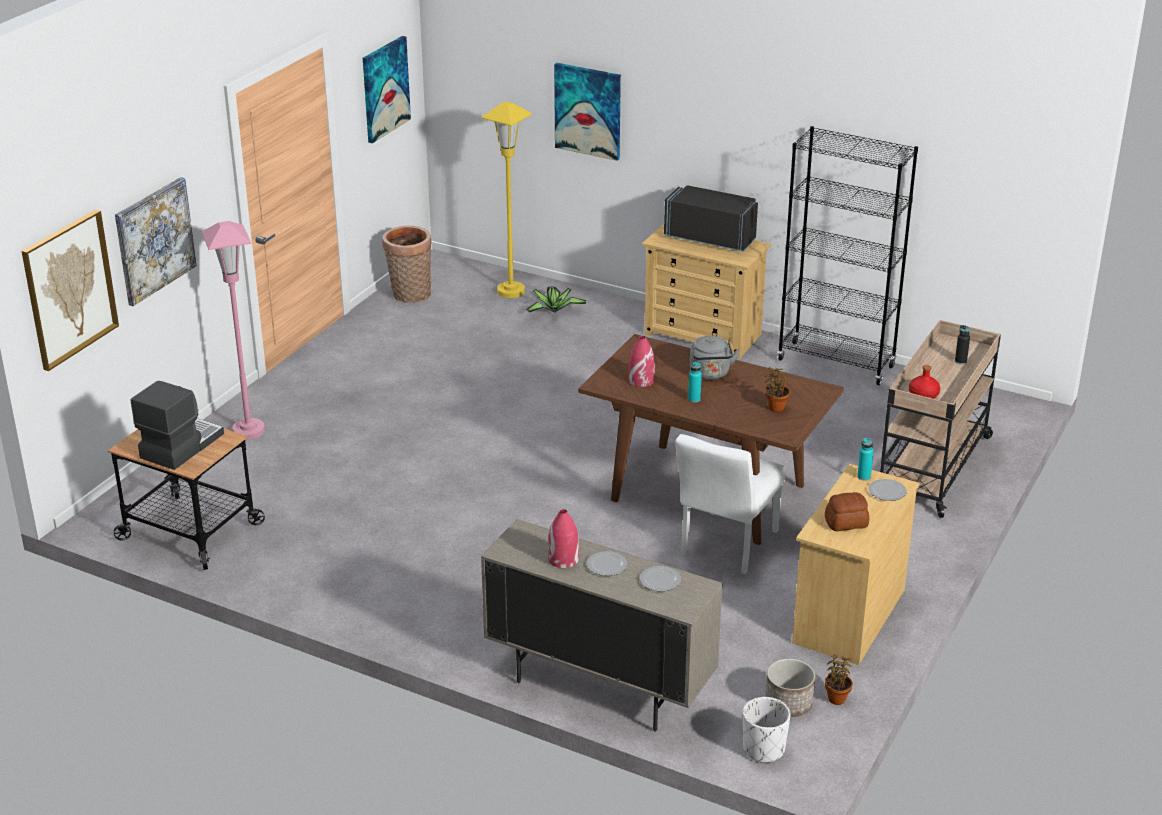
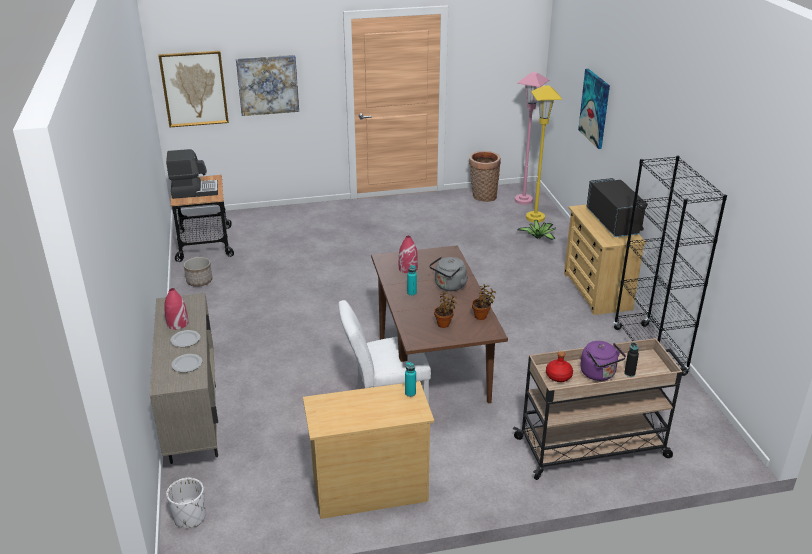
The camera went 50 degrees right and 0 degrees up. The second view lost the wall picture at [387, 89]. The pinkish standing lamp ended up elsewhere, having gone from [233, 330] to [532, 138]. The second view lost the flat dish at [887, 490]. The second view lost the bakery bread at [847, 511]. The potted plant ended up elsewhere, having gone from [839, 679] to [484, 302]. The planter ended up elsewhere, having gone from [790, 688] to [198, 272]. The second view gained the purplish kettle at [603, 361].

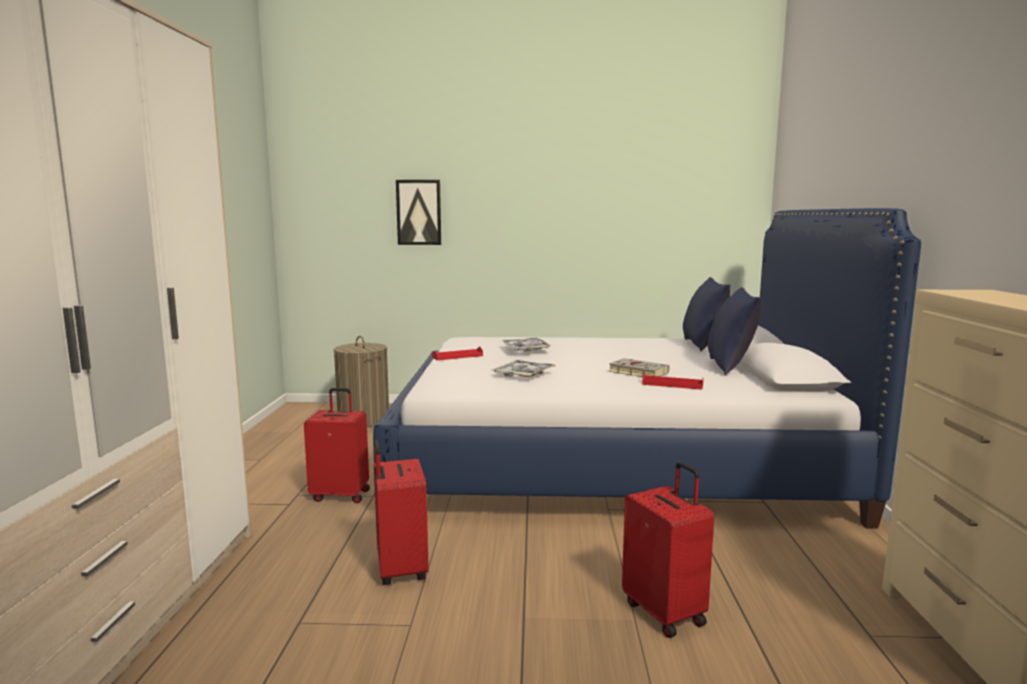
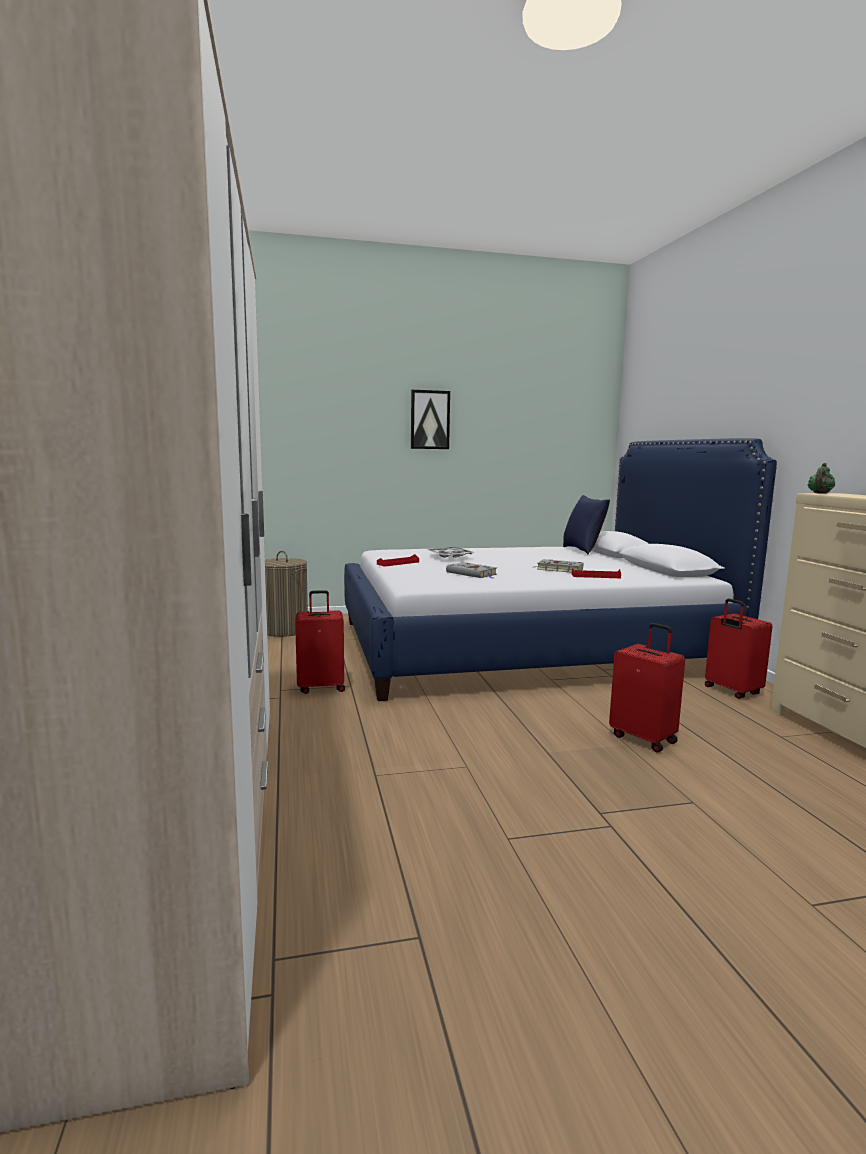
The camera went 15 degrees left and 0 degrees up. The wall picture ended up elsewhere, having gone from [418, 212] to [430, 419]. The second view lost the blue throw pillow at [735, 331]. Where the serving tray stood at [523, 368], the greyish volume came to stand at [471, 570]. The reddish suitcase ended up elsewhere, having gone from [401, 512] to [739, 648]. The second view gained the greenish pot for tea at [821, 478].

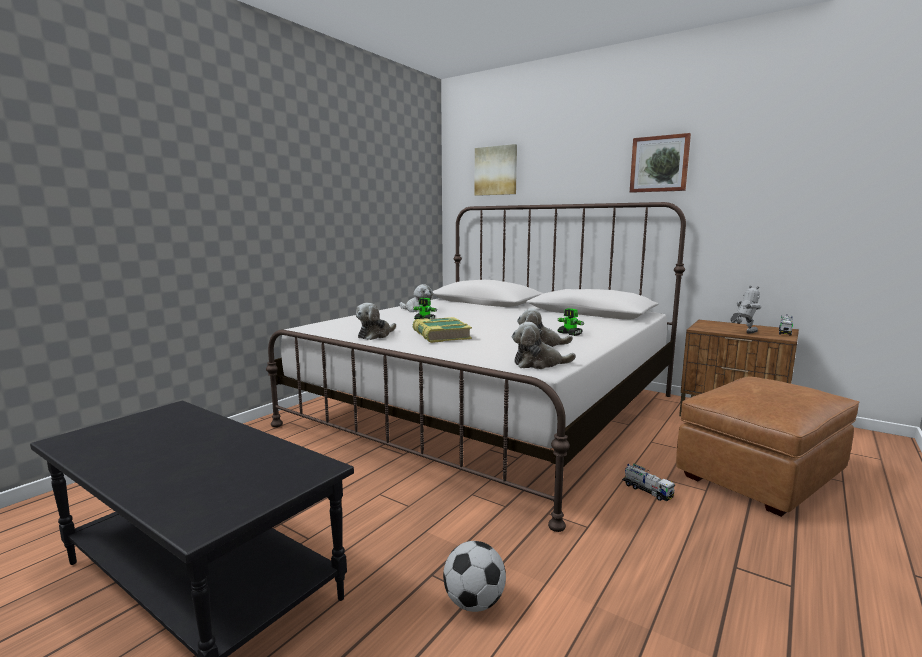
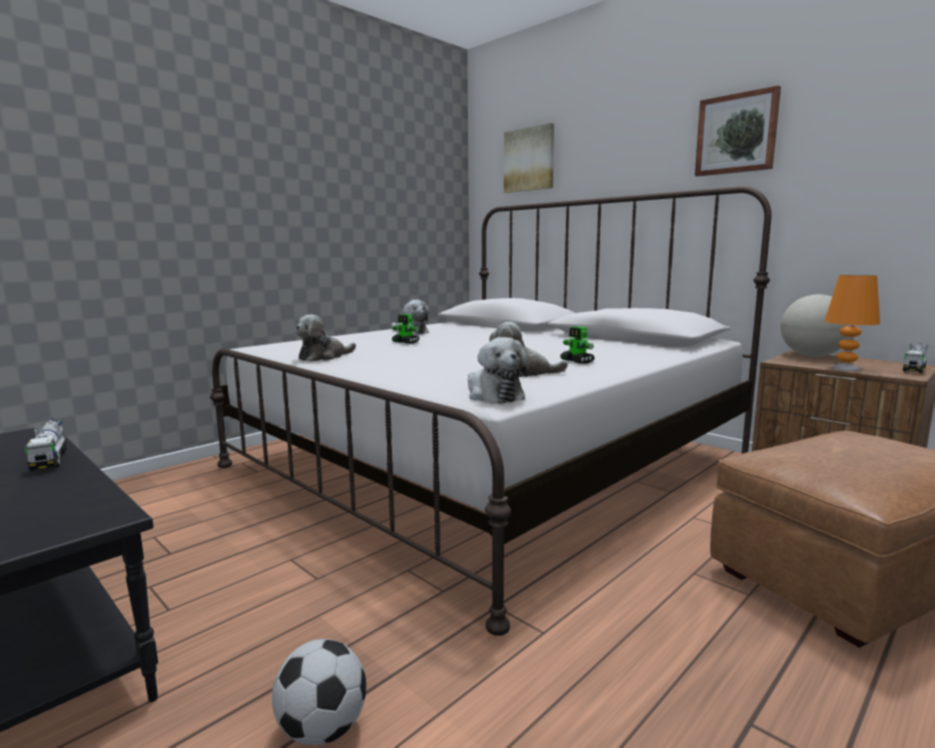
The camera went 10 degrees right and 0 degrees up. Where the robot figure stood at [745, 309], the orange lamp for a table came to stand at [852, 323]. The second view lost the volume at [442, 330]. The soft toy at [544, 345] ended up facing another way, 120 degrees counterclockwise from before. The toy lorry ended up elsewhere, having gone from [648, 482] to [46, 445]. The second view gained the desk globe at [813, 325].

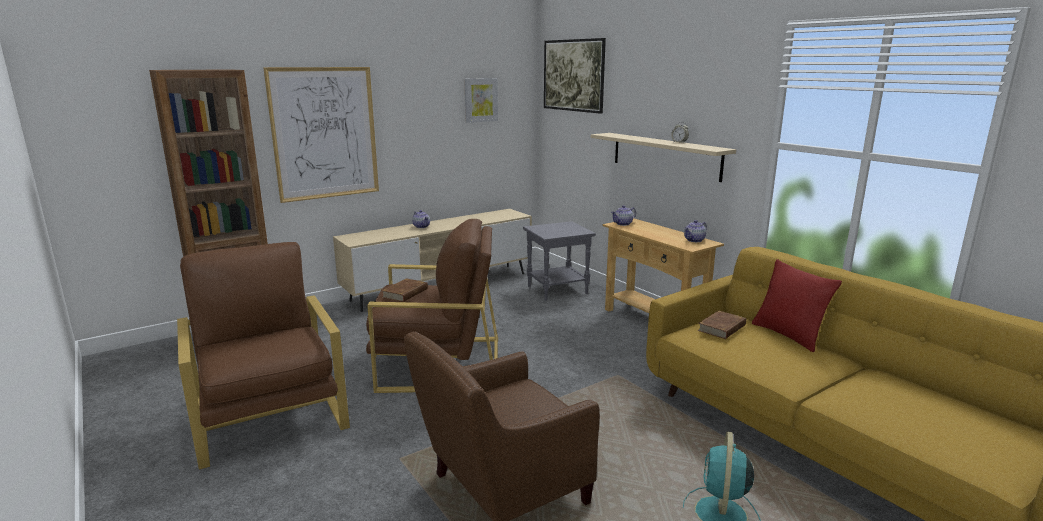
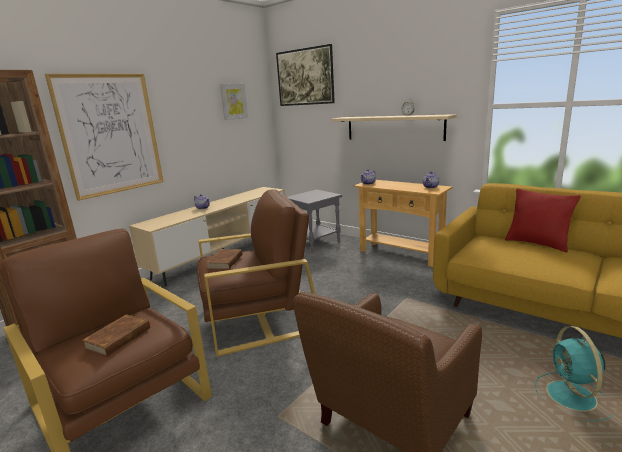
The camera went 15 degrees left and 0 degrees up. The brownish volume ended up elsewhere, having gone from [722, 325] to [116, 335].

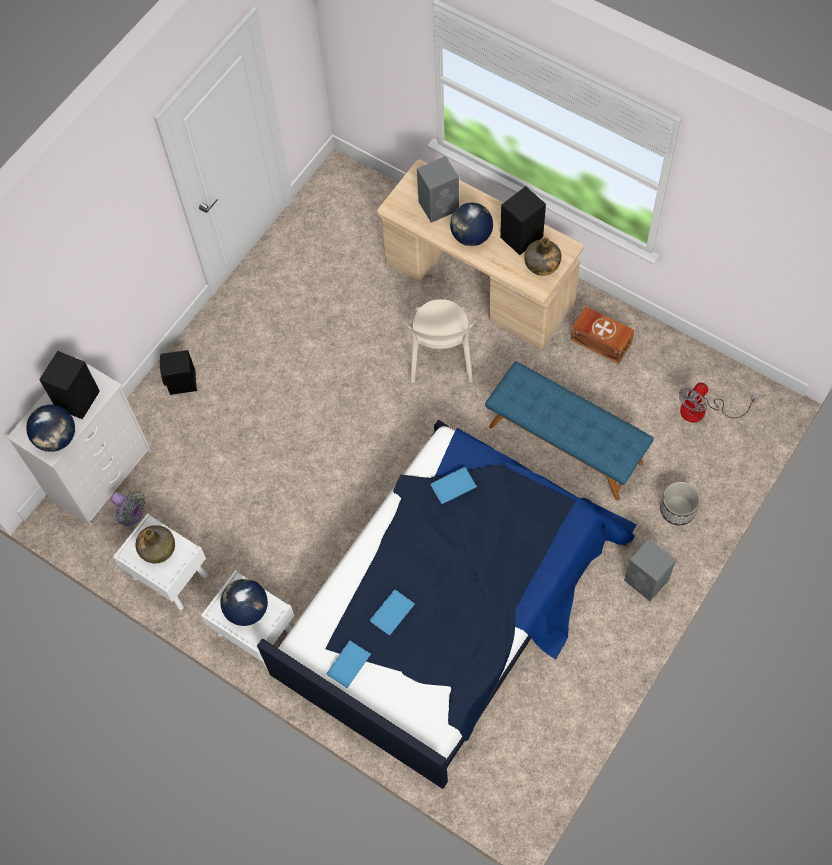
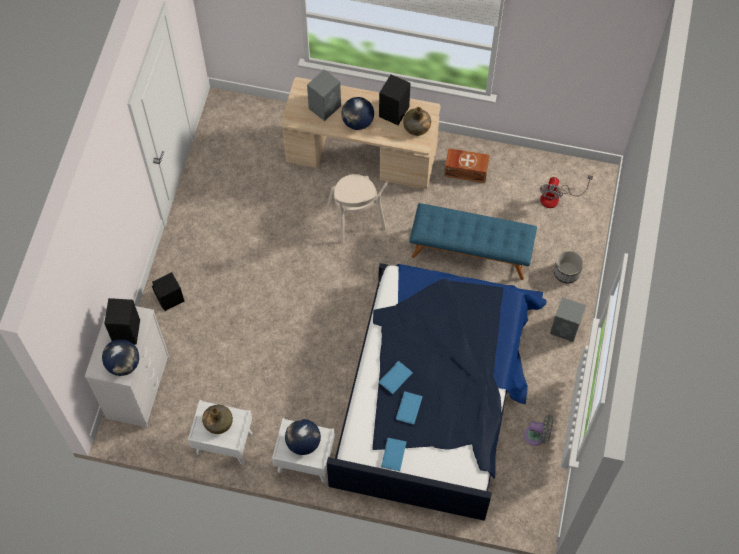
The camera went 25 degrees left and 0 degrees up. The blue volume ended up elsewhere, having gone from [454, 485] to [396, 377]. The greyish electric fan ended up elsewhere, having gone from [128, 508] to [538, 430].

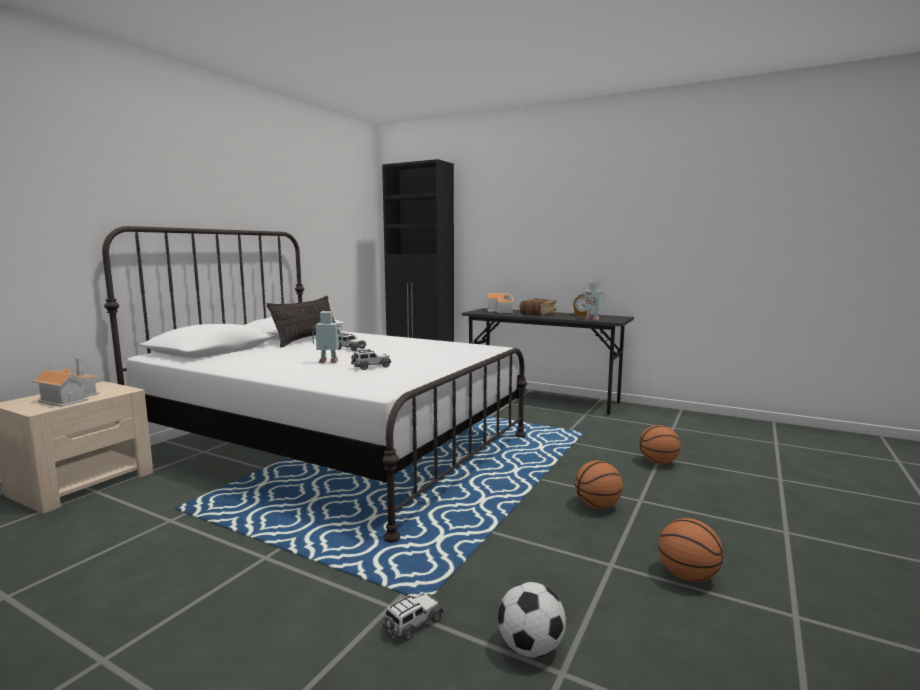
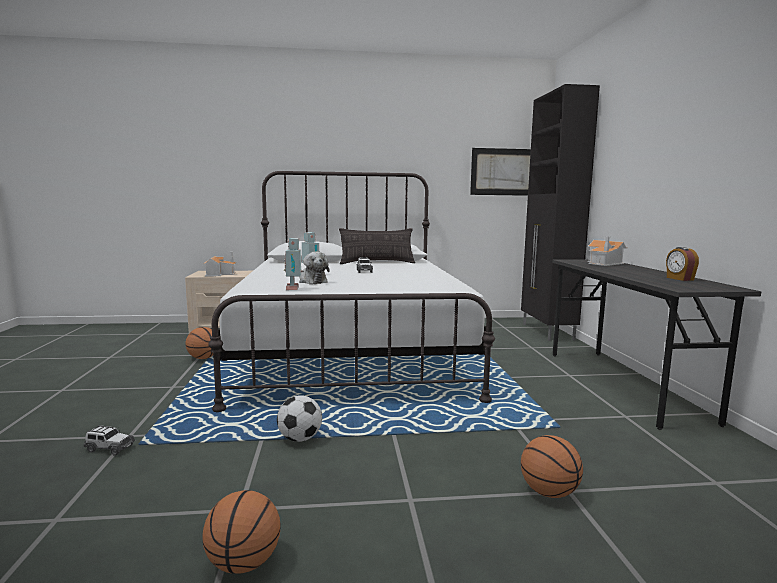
The camera went 55 degrees right and 0 degrees up. The robot figure ended up elsewhere, having gone from [593, 301] to [294, 264]. The second view lost the volume at [538, 307]. Where the model car stood at [371, 359], the soft toy came to stand at [314, 268]. The basketball ball ended up elsewhere, having gone from [599, 484] to [199, 343]. The football ended up elsewhere, having gone from [532, 620] to [299, 418]. The second view gained the wall picture at [500, 172].

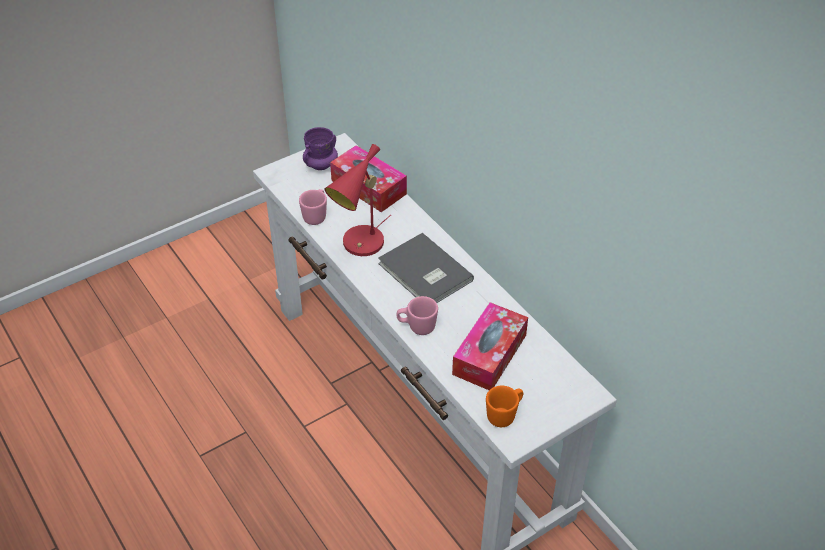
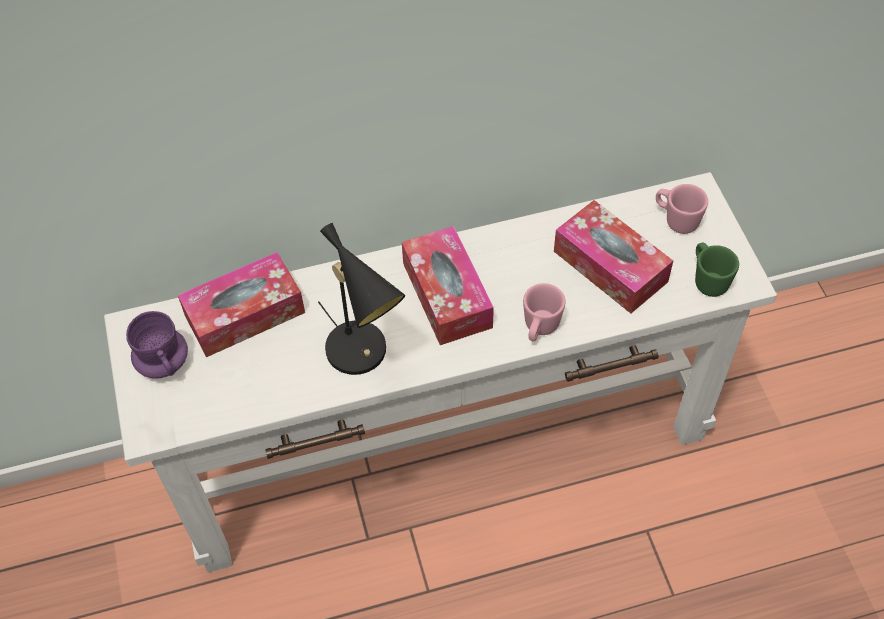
The camera went 70 degrees left and 10 degrees up. What was the reddish lamp for a table at [358, 200] turned into the black lamp for a table at [361, 299]. The pinkish coffee mug ended up elsewhere, having gone from [313, 207] to [682, 209]. Where the greyish volume stood at [426, 268], the box of tissues came to stand at [448, 285]. What was the orange coffee mug at [504, 406] turned into the greenish coffee mug at [717, 270].

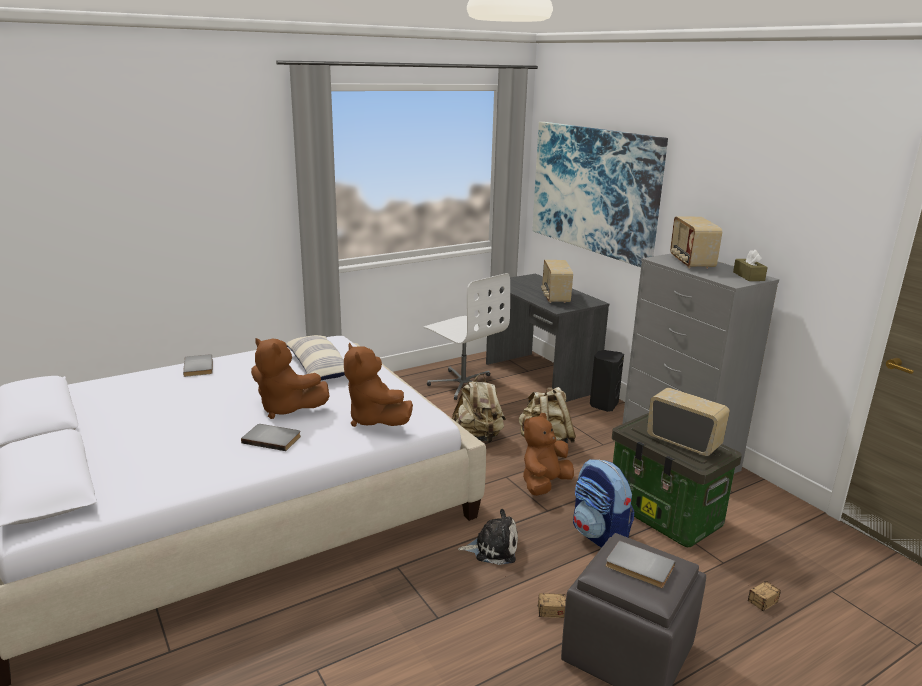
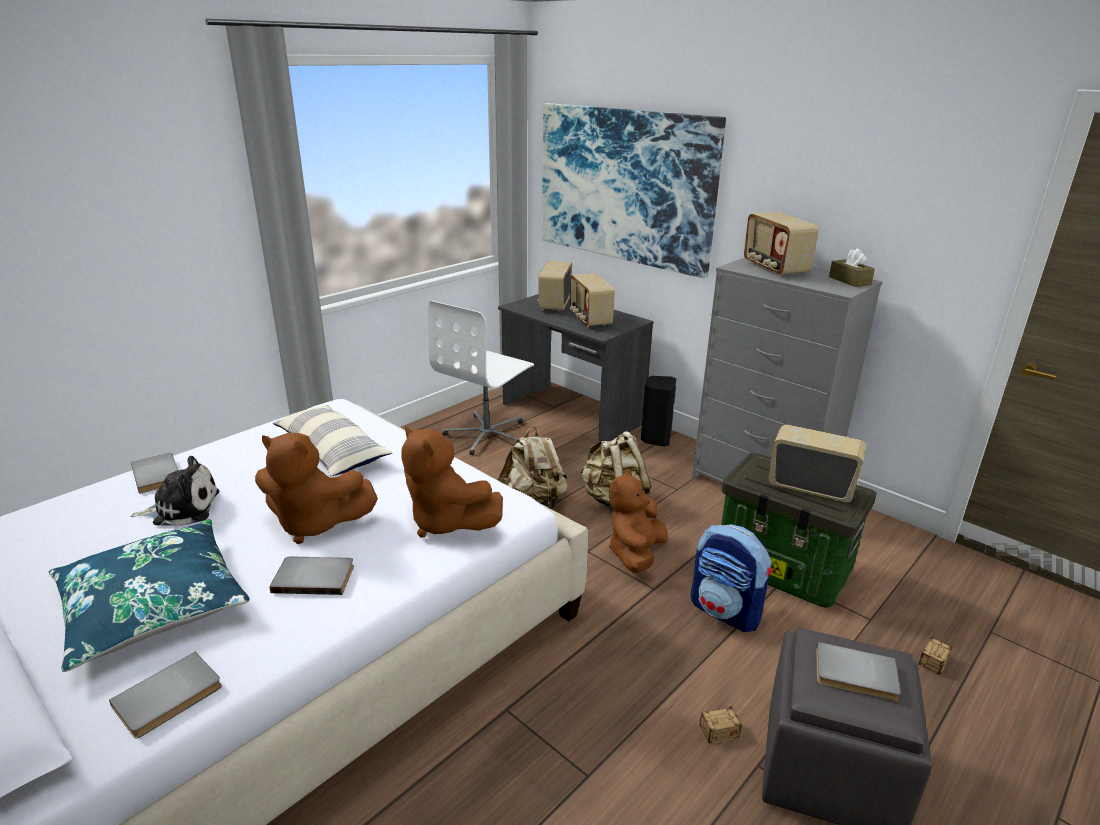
The camera went 15 degrees left and 5 degrees up. The white-coloured computer chair at [467, 336] ended up facing another way, 90 degrees clockwise from before. The soft toy ended up elsewhere, having gone from [488, 537] to [175, 491]. The second view gained the radio receiver at [555, 286]. The second view gained the blue throw pillow at [149, 595]. The second view gained the greyish volume at [165, 695].

